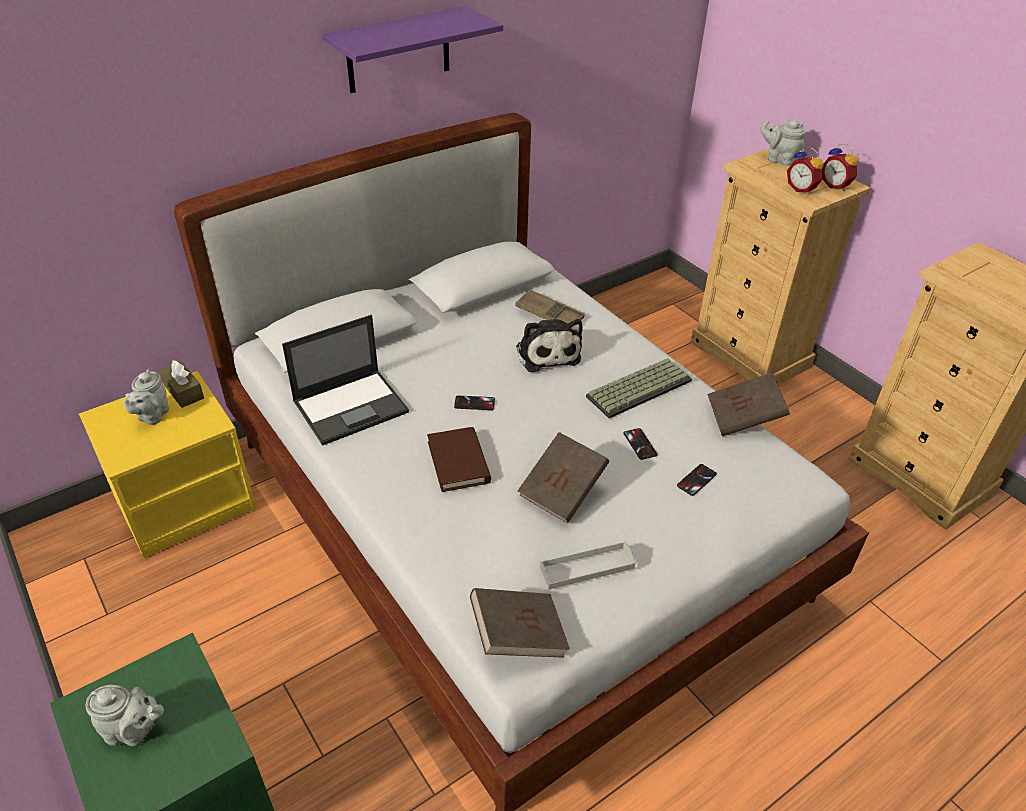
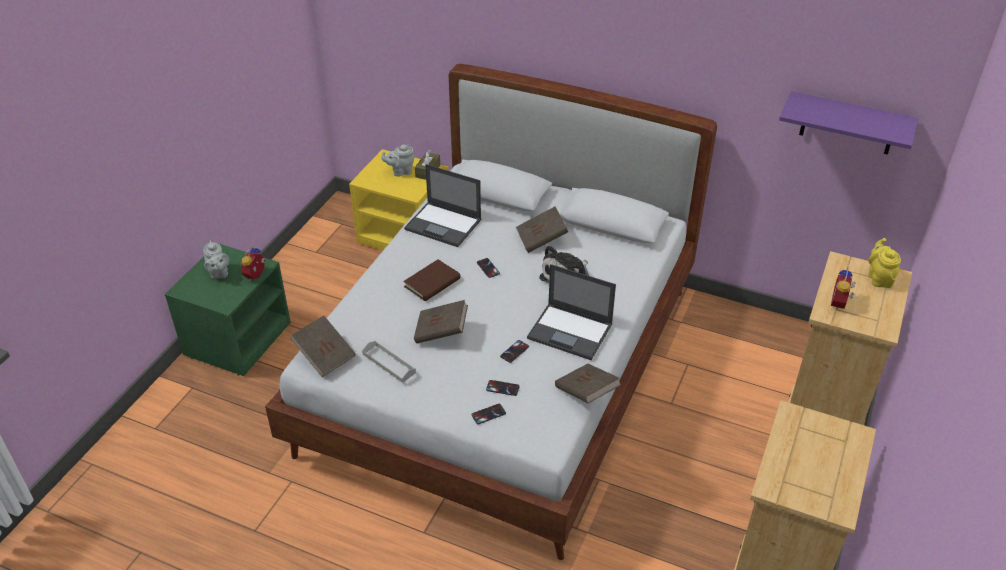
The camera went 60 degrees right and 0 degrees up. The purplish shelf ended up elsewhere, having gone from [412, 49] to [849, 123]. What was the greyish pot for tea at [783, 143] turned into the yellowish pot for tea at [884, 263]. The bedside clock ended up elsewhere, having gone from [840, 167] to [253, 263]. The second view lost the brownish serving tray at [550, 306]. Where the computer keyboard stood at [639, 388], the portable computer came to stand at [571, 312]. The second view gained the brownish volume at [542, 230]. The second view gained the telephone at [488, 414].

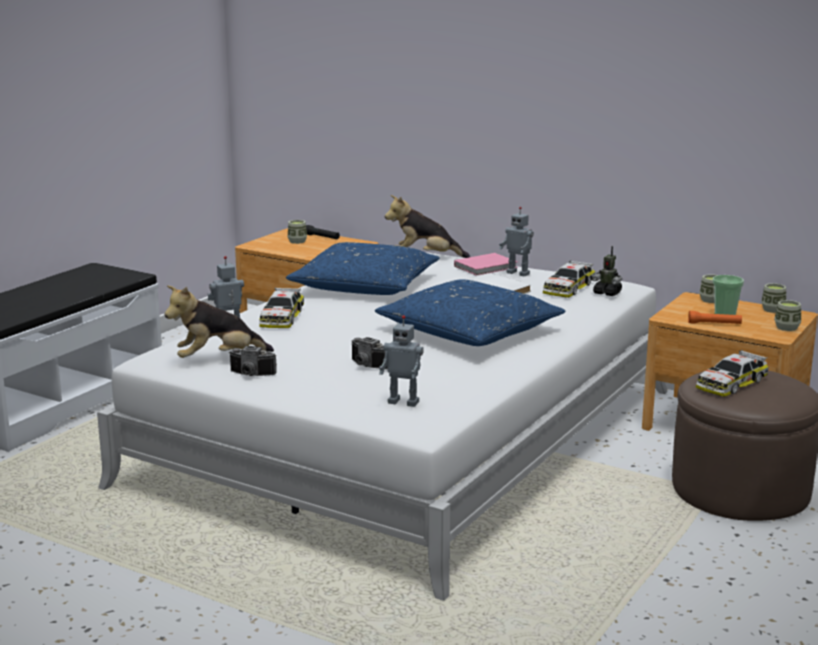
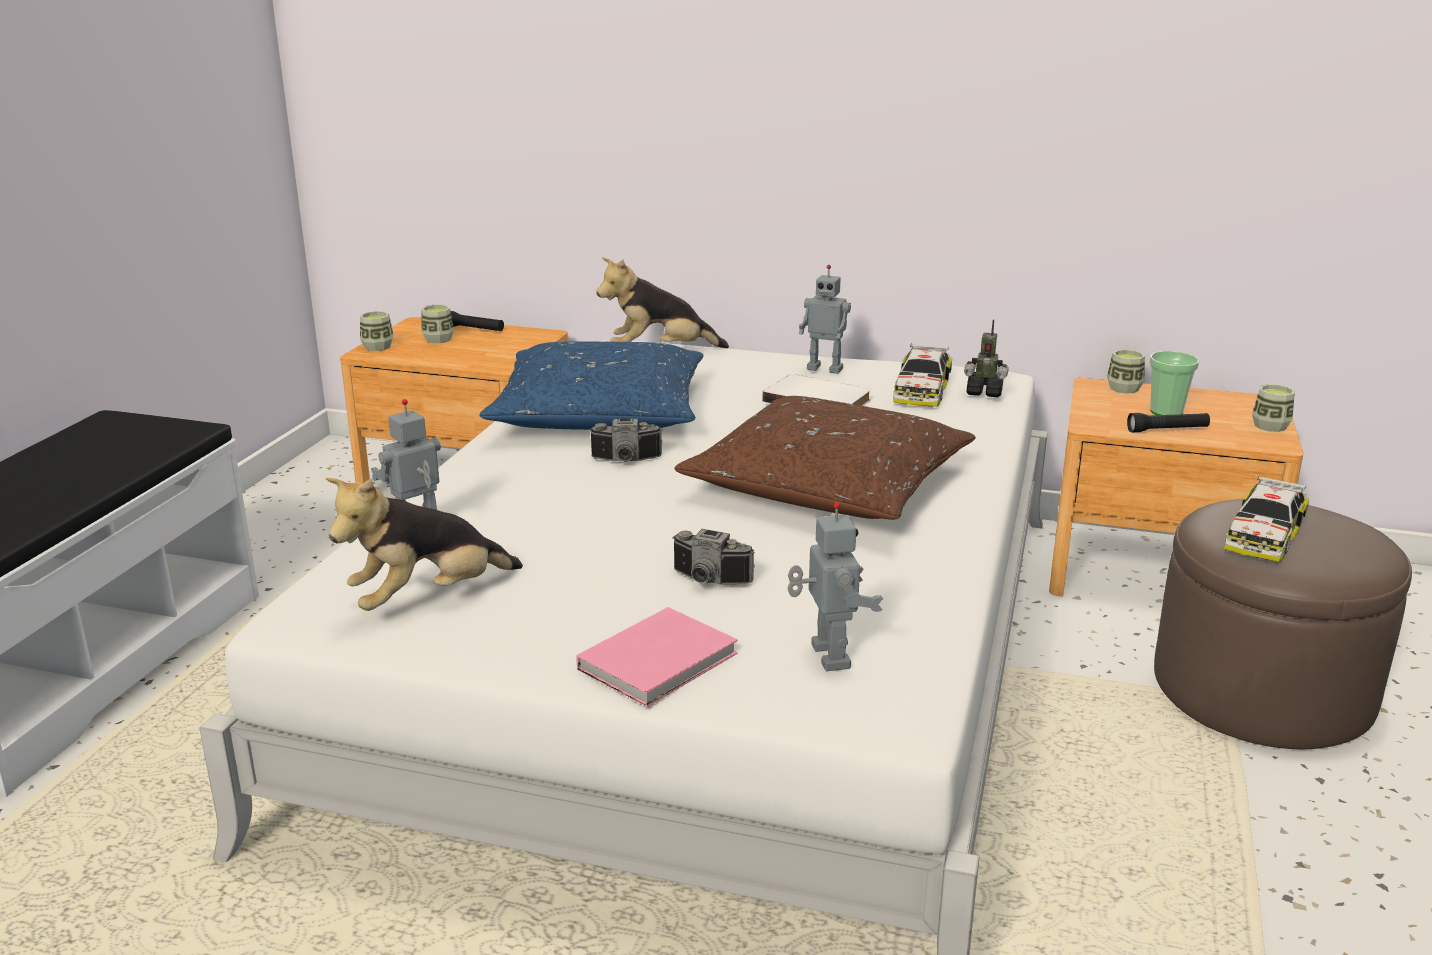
The camera went 15 degrees left and 5 degrees up. The pinkish volume ended up elsewhere, having gone from [486, 264] to [657, 657]. What was the blue throw pillow at [470, 312] turned into the brownish throw pillow at [825, 458]. The drinking cup ended up elsewhere, having gone from [773, 298] to [377, 331]. The second view lost the model car at [281, 307]. What was the orange hand torch at [715, 317] turned into the black hand torch at [1168, 422]. The robot figure at [401, 361] ended up facing another way, 105 degrees counterclockwise from before. The photo camera ended up elsewhere, having gone from [253, 361] to [626, 440].

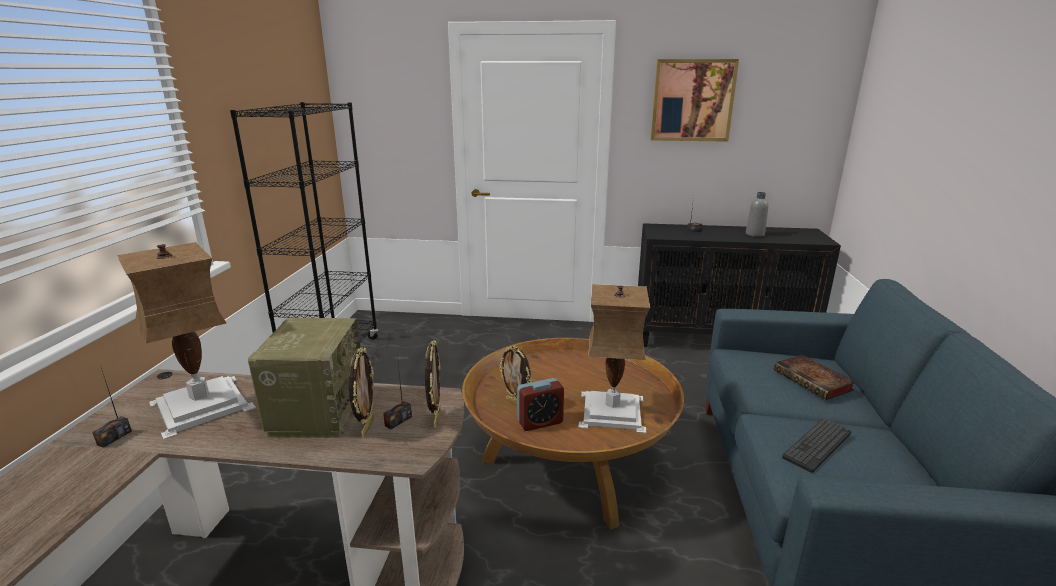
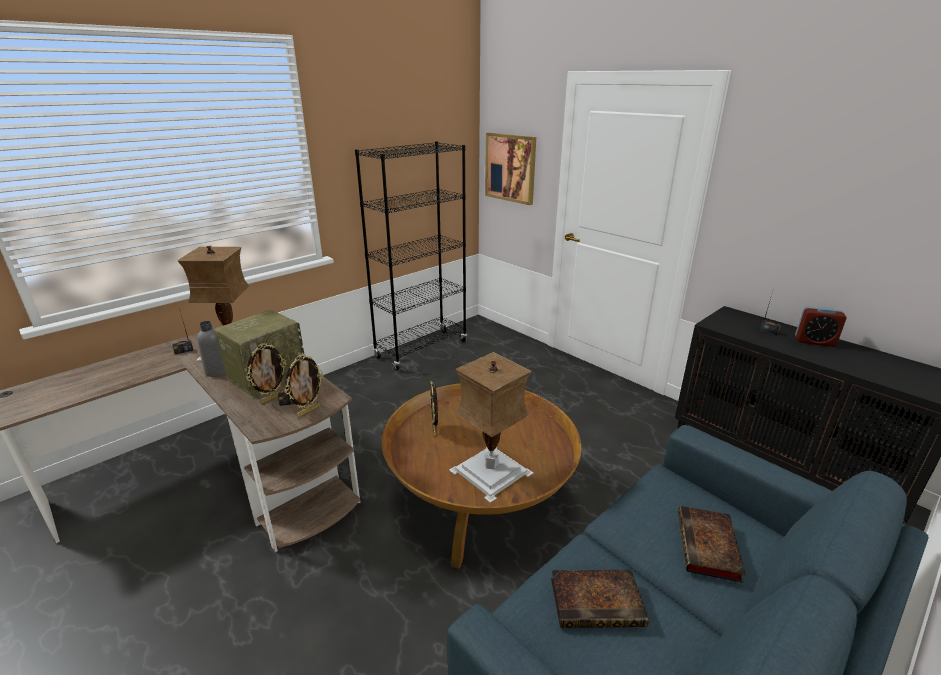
The camera went 40 degrees right and 5 degrees up. The wall picture ended up elsewhere, having gone from [695, 100] to [510, 169]. The greyish bottle ended up elsewhere, having gone from [757, 214] to [211, 349]. The bedside clock ended up elsewhere, having gone from [540, 404] to [821, 326]. Where the computer keyboard stood at [817, 446], the volume came to stand at [600, 599].

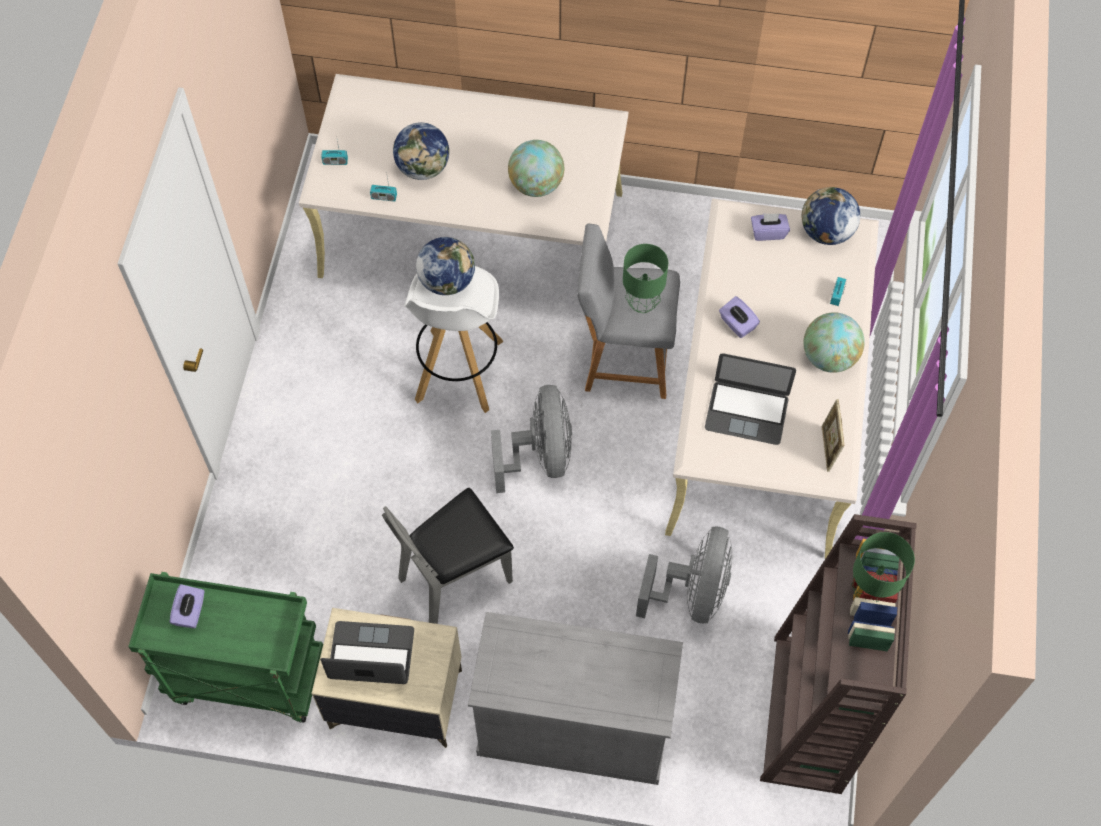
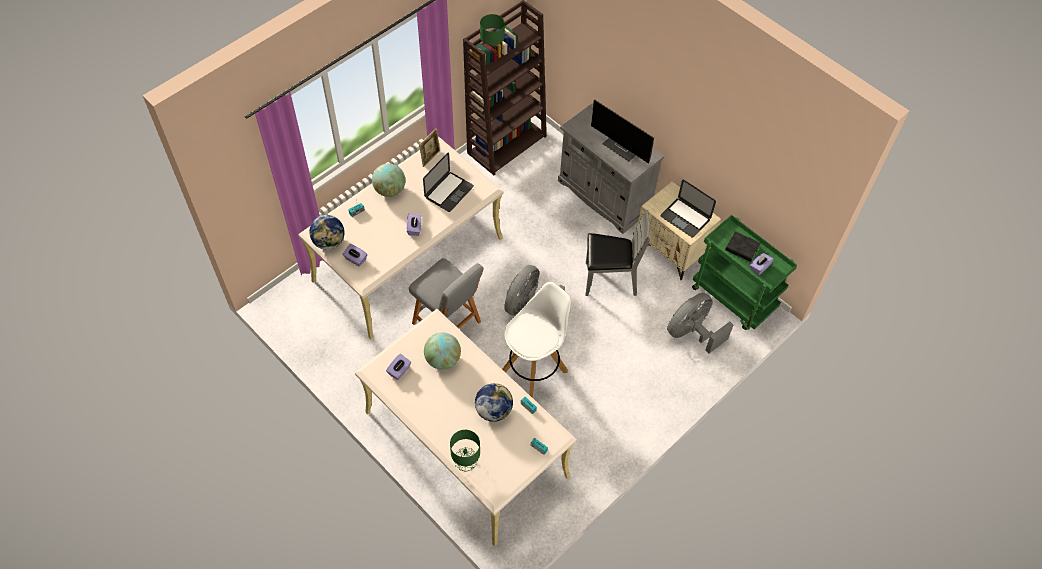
The camera went 145 degrees left and 5 degrees down. The second view lost the desk globe at [445, 266]. The greenish lamp for a table ended up elsewhere, having gone from [645, 278] to [465, 451]. The portable computer at [750, 399] ended up facing another way, 75 degrees clockwise from before. The greyish electric fan ended up elsewhere, having gone from [684, 575] to [700, 323]. The second view gained the computer screen at [622, 131]. The second view gained the black volume at [743, 246]. The second view gained the purplish box of tissues at [398, 367].

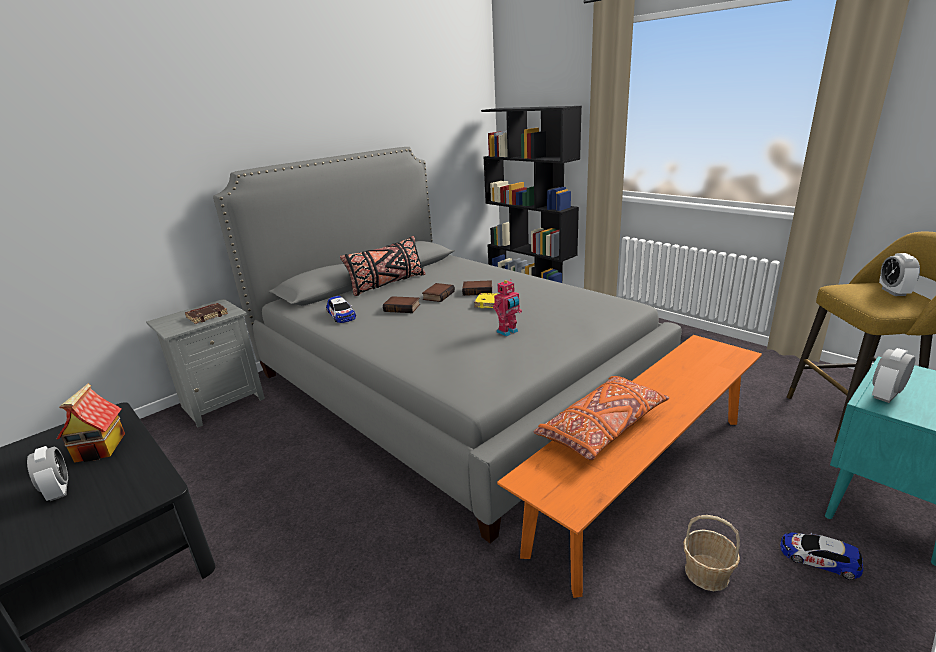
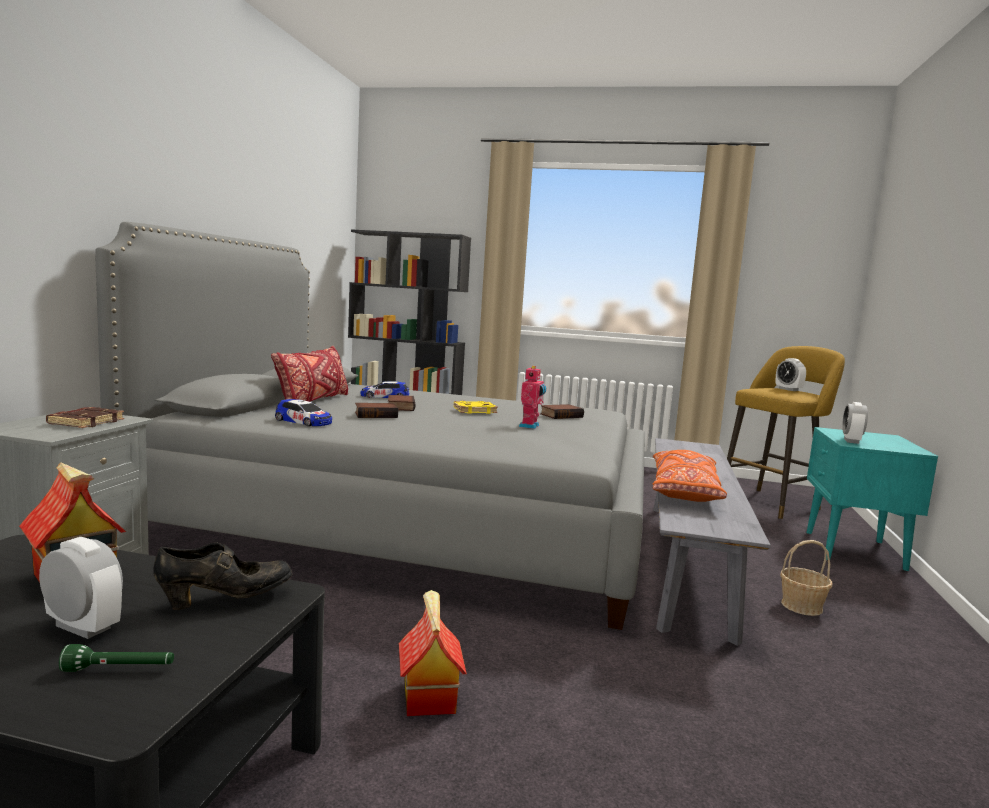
The camera went 35 degrees left and 15 degrees down. What was the black throw pillow at [383, 266] turned into the reddish throw pillow at [309, 374]. The volume ended up elsewhere, having gone from [477, 288] to [562, 411]. What was the orange indoor bench at [629, 466] turned into the greyish indoor bench at [712, 542]. The model car ended up elsewhere, having gone from [821, 556] to [385, 389]. The second view gained the black shoe at [223, 576]. The second view gained the model house at [433, 653]. The second view gained the greenish hand torch at [116, 658].

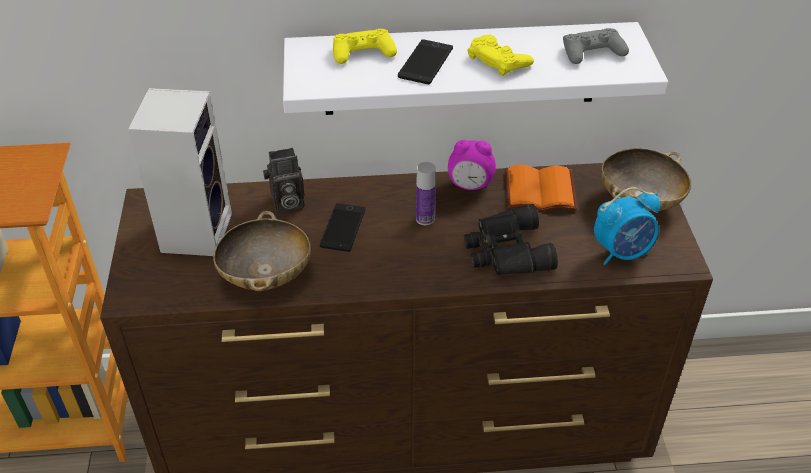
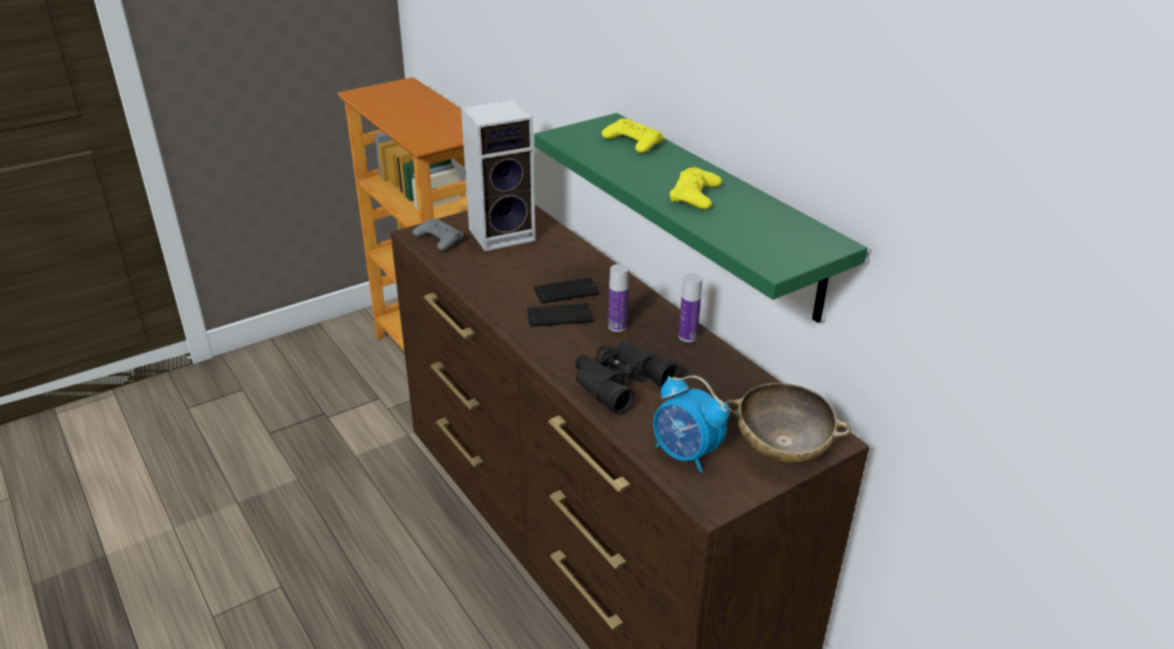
The camera went 60 degrees right and 10 degrees down. What was the white-coloured shelf at [475, 68] turned into the greenish shelf at [701, 218]. The greyish game controller ended up elsewhere, having gone from [596, 46] to [438, 234]. The telephone ended up elsewhere, having gone from [425, 61] to [560, 315]. Where the bedside clock stood at [472, 165], the bottle came to stand at [690, 307]. The second view lost the photo camera at [284, 180]. The second view lost the orange volume at [541, 188]. The second view lost the beige-coloured deep dish at [262, 251].

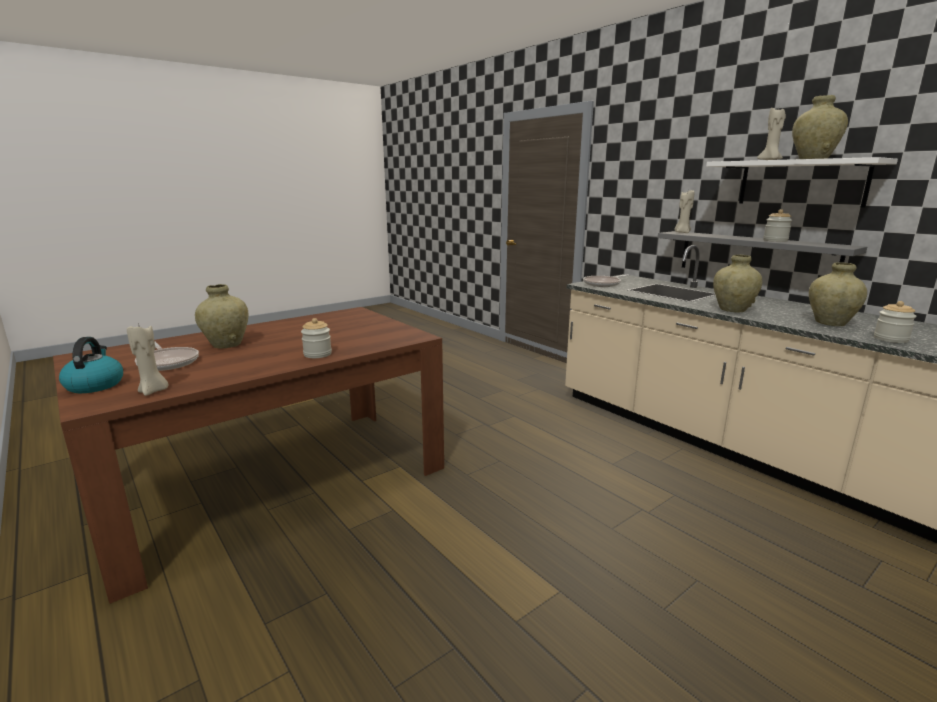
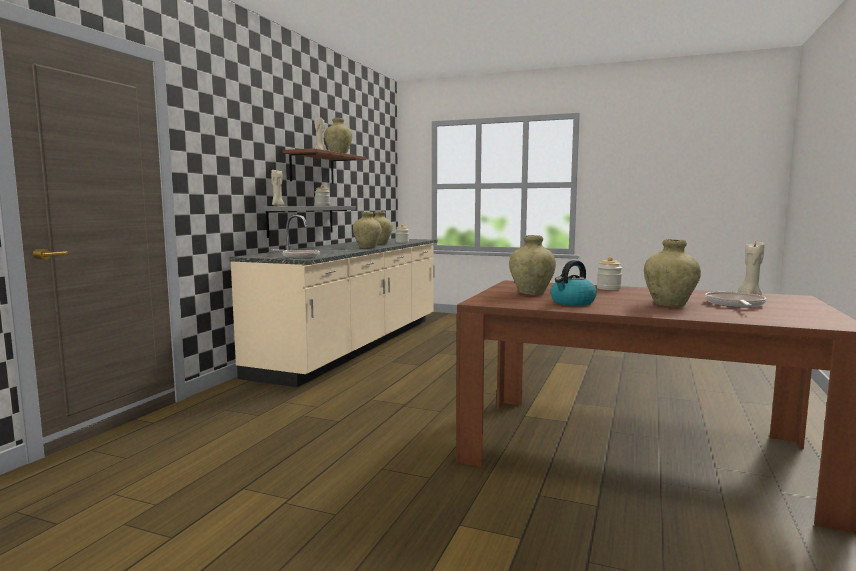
The camera went 120 degrees left and 10 degrees down. What was the white-coloured shelf at [802, 182] turned into the brownish shelf at [324, 166]. The kettle ended up elsewhere, having gone from [91, 365] to [573, 283]. The second view gained the beige-coloured flower vase at [532, 265].

